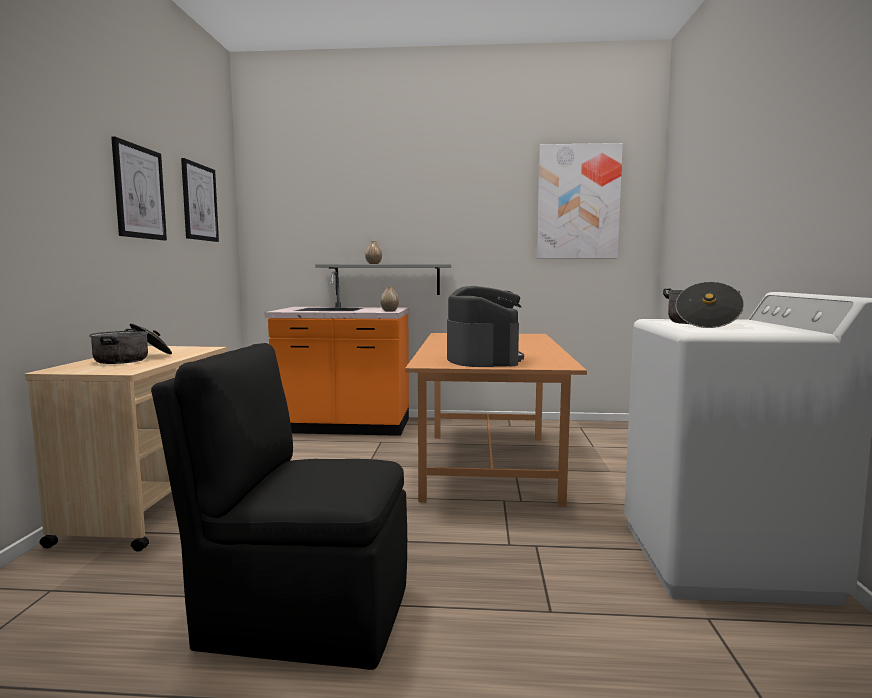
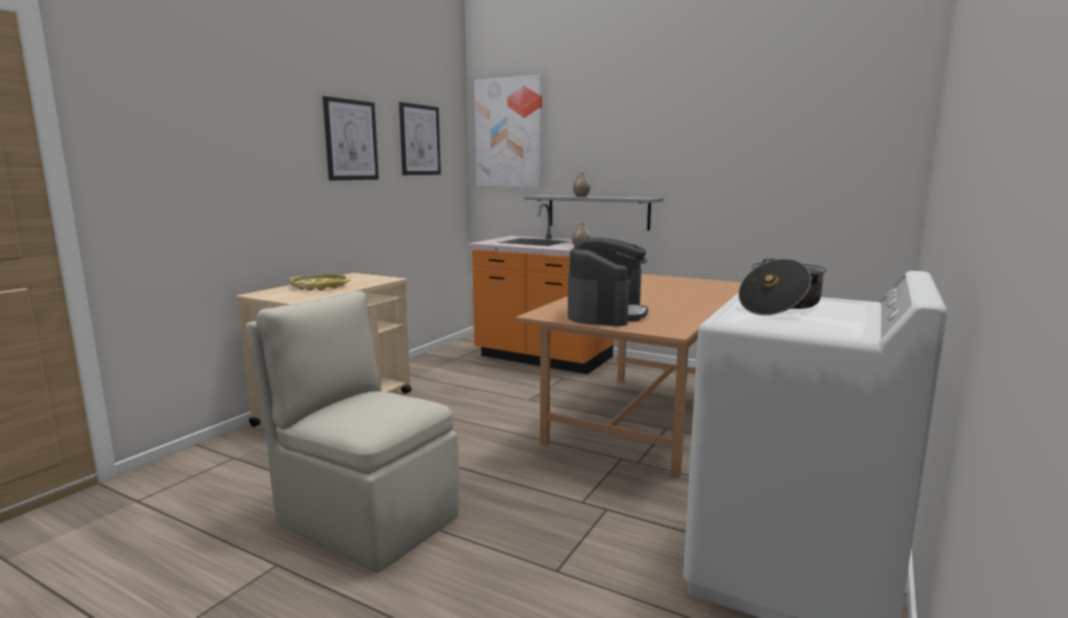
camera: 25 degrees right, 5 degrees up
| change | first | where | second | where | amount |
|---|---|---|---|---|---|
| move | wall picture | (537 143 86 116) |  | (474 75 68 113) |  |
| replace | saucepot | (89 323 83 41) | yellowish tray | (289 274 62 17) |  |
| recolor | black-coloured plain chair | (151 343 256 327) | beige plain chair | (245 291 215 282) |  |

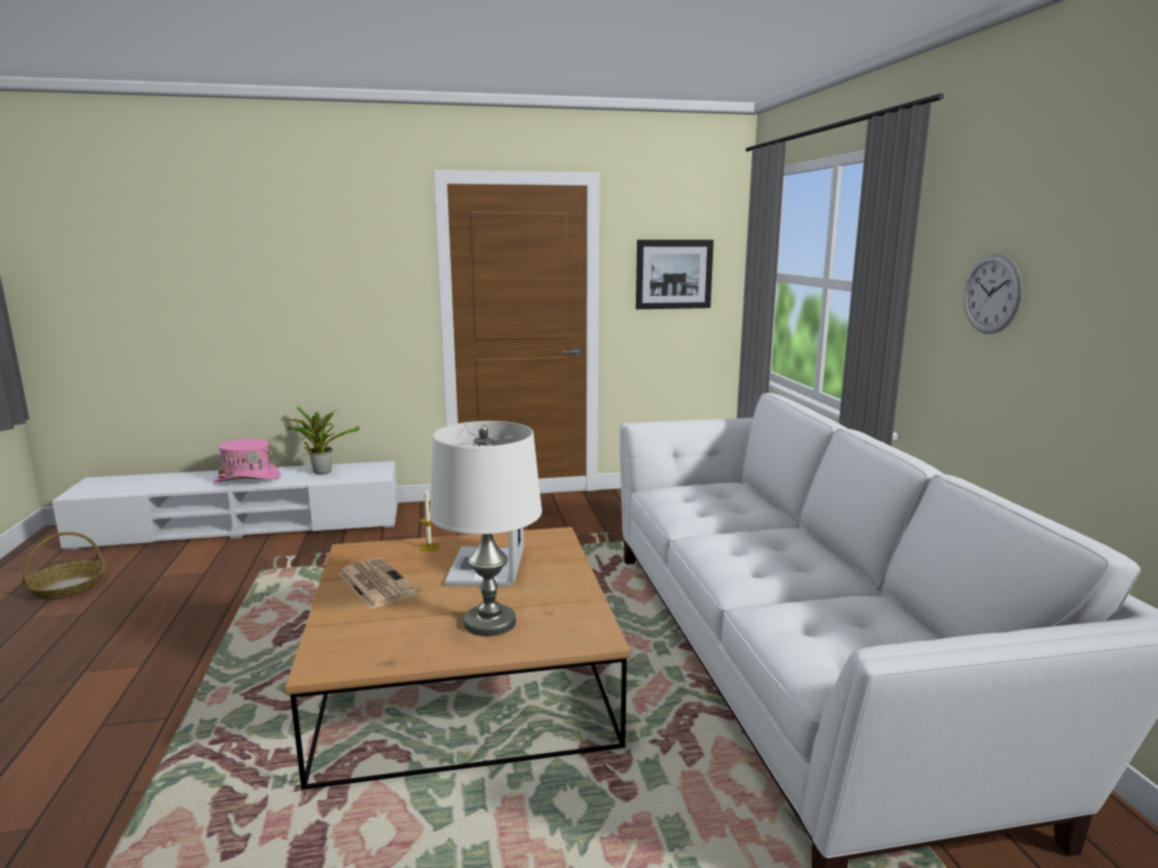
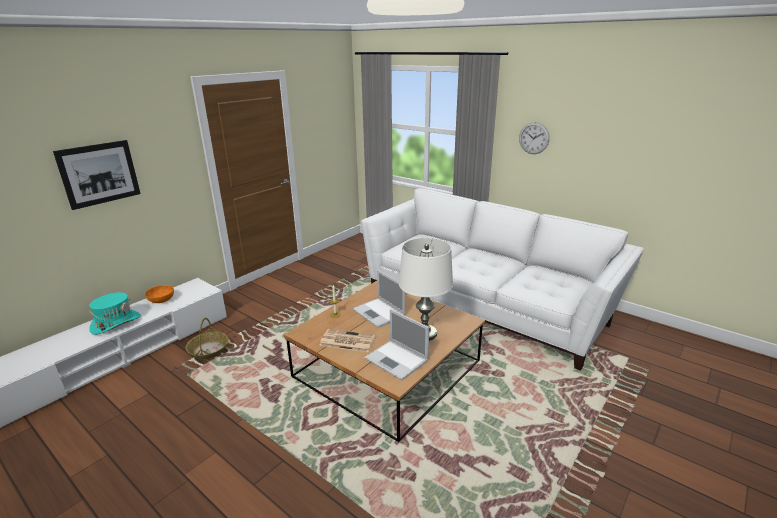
camera: 40 degrees left, 10 degrees up
| change | first | where | second | where | amount |
|---|---|---|---|---|---|
| move | wall picture | (636 240 78 69) |  | (53 140 88 70) |  |
| replace | potted plant | (286 407 74 68) | orange-coloured deep dish | (145 285 29 18) |  |
| recolor | pinkish hat | (214 439 67 43) | turquoise hat | (88 292 53 43) |  |
| move | basket | (23 532 82 68) |  | (186 318 43 41) |  |
| insert |  |  | laptop | (364 309 65 71) |  |

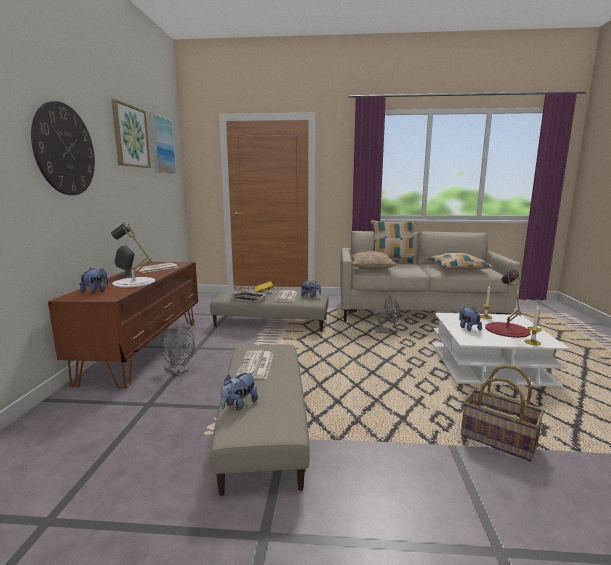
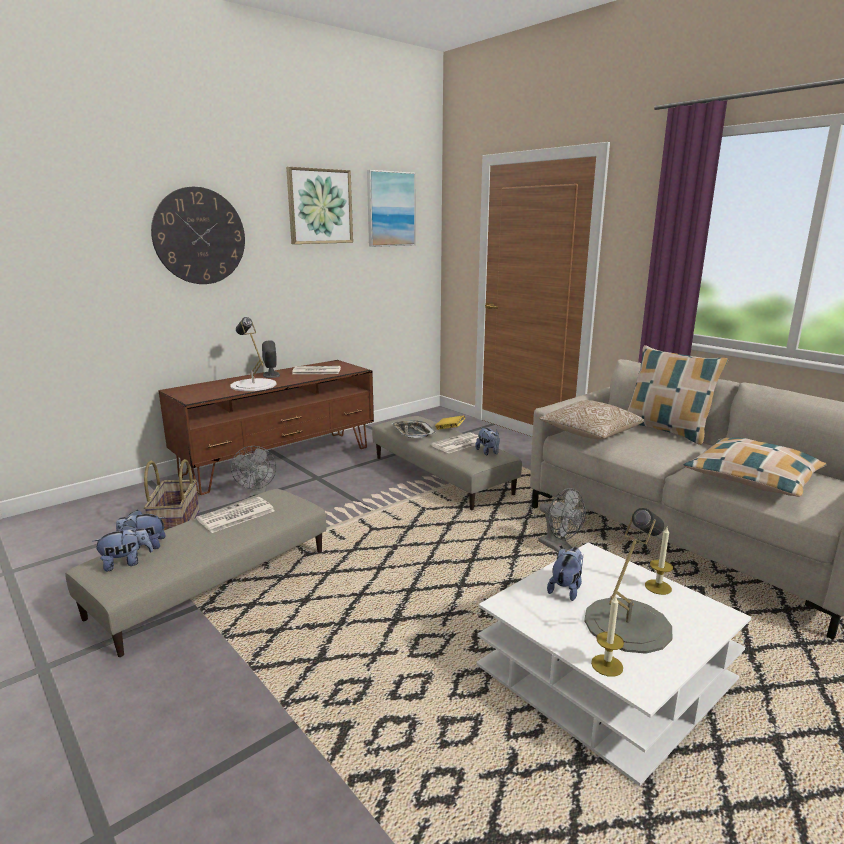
camera: 45 degrees right, 5 degrees up
| change | first | where | second | where | amount |
|---|---|---|---|---|---|
| move | cuddly toy | (80 268 28 25) |  | (92 525 61 47) |  |
| recolor | red table lamp | (485 269 45 69) | grey table lamp | (584 508 88 146) |  |
| move | basket | (461 365 83 97) |  | (144 459 55 71) |  |

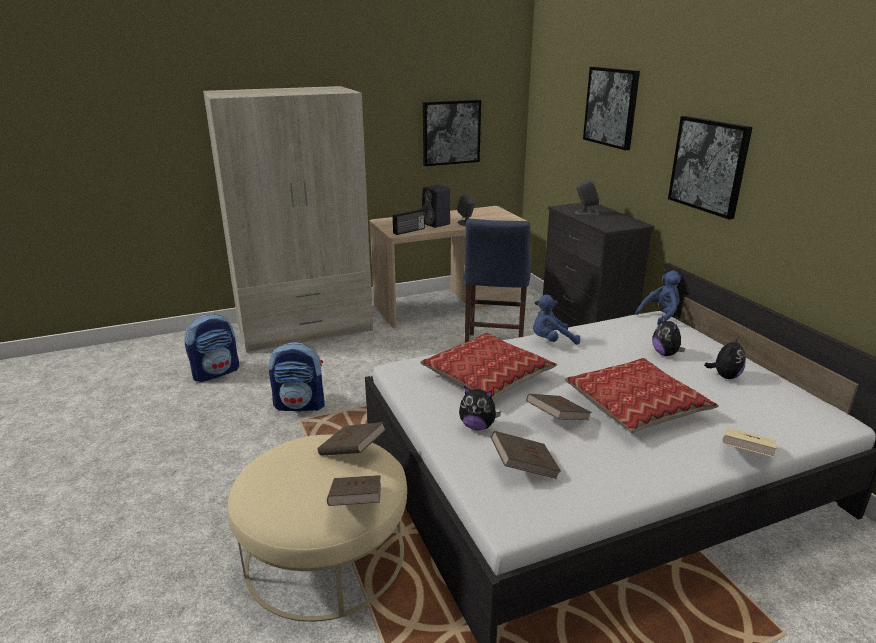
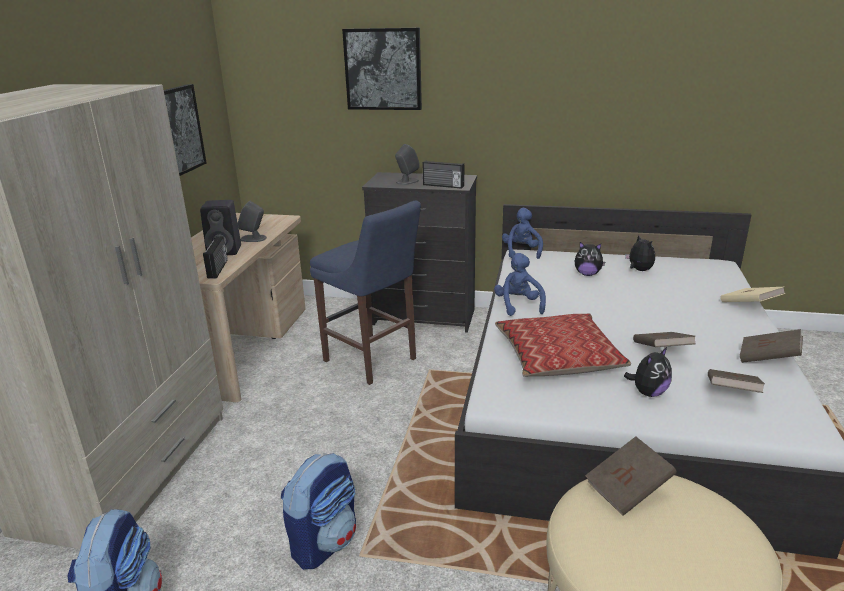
camera: 55 degrees left, 0 degrees up
| change | first | where | second | where | amount |
|---|---|---|---|---|---|
| delete | wall picture | (668 116 85 103) |  |  |  |
| rotate | blue cuddly toy | (533 295 47 50) |  | (494 253 52 63) | 150 degrees clockwise |
| delete | pillow | (565 358 154 75) |  |  |  |
| move | brownish volume | (327 475 54 31) |  | (740 329 63 34) |  |
| insert |  |  | radio set | (423 161 41 28) |  |

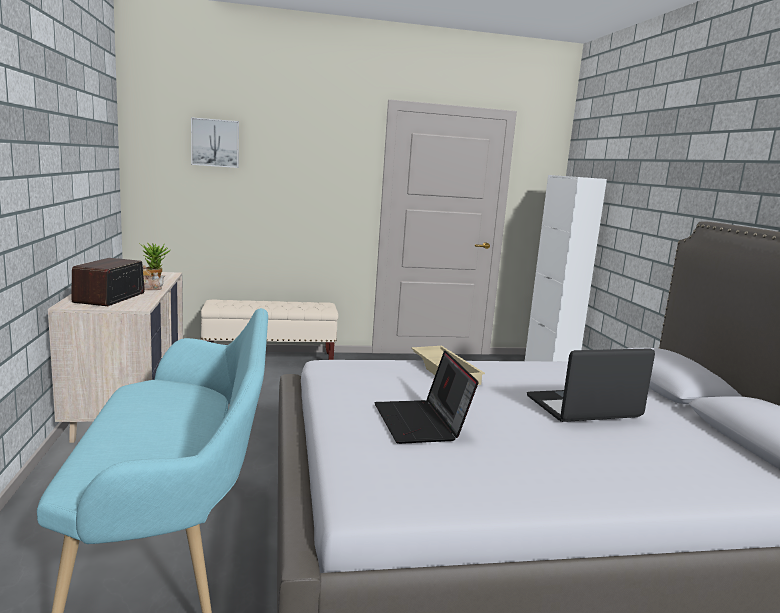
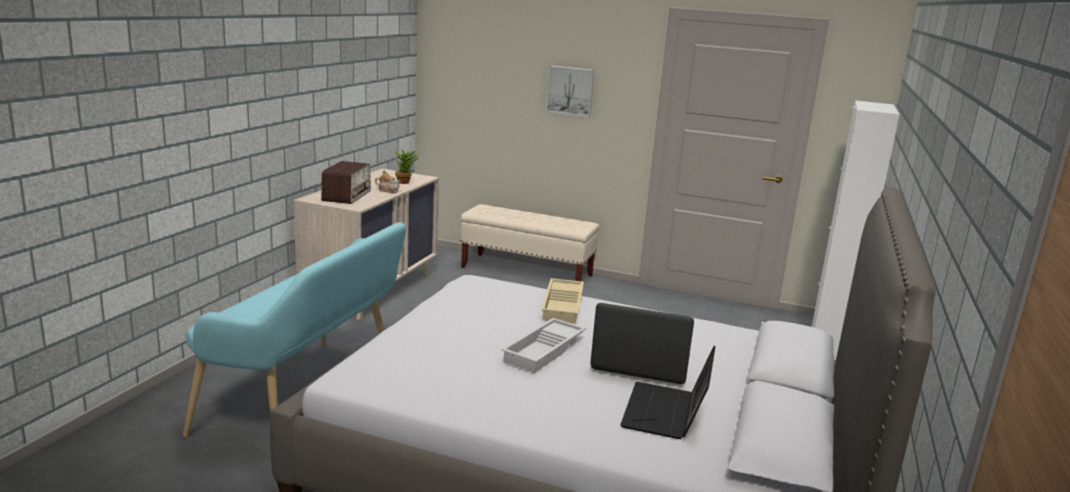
camera: 30 degrees right, 5 degrees up
| change | first | where | second | where | amount |
|---|---|---|---|---|---|
| move | wall picture | (191 117 48 51) |  | (546 66 48 51) |  |
| rotate | radio set | (71 258 74 48) |  | (321 161 50 43) | 150 degrees clockwise |
| move | laptop | (374 350 105 94) |  | (620 345 96 94) |  |
| insert |  |  | whitish tray | (501 318 85 55) |  |

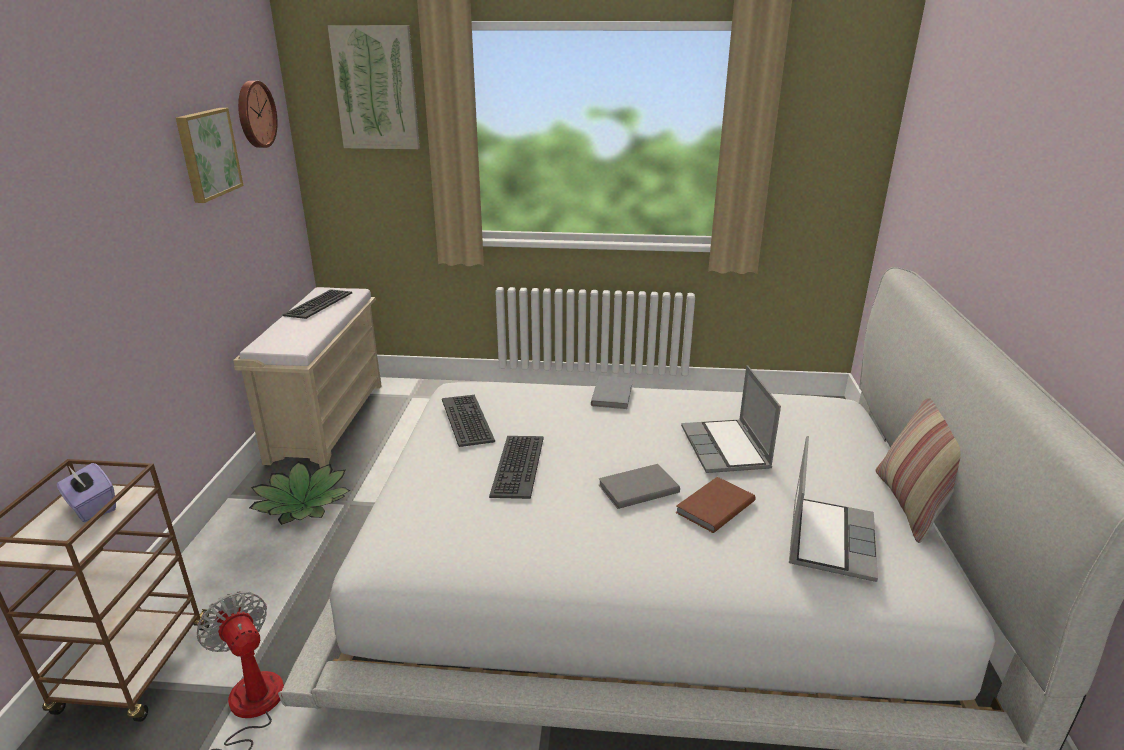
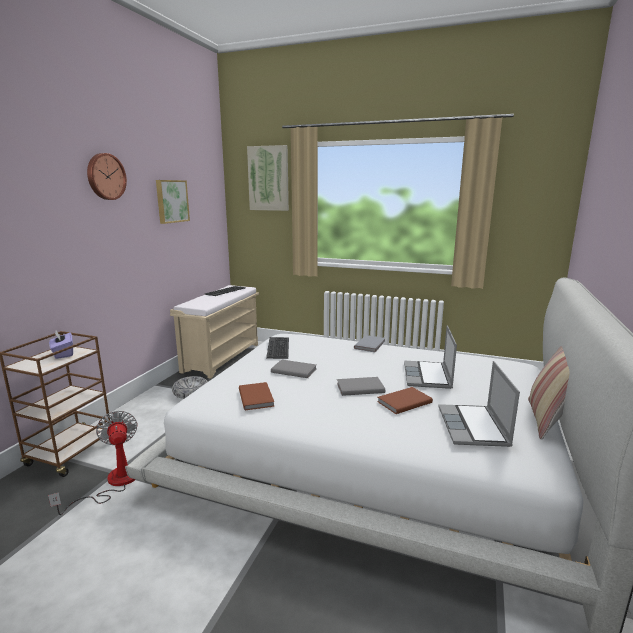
camera: 15 degrees right, 10 degrees down
| change | first | where | second | where | amount |
|---|---|---|---|---|---|
| move | hanging clock | (238 81 40 67) |  | (87 153 40 47) |  |
| replace | keyboard | (489 436 55 63) | grey volume | (271 359 46 19) |  |
| rotate | laptop | (789 436 89 146) |  | (438 361 82 86) | 150 degrees clockwise |
| replace | potted plant | (249 461 101 64) | deep dish | (172 376 36 23) |  |
| insert |  |  | brownish volume | (239 382 36 28) |  |

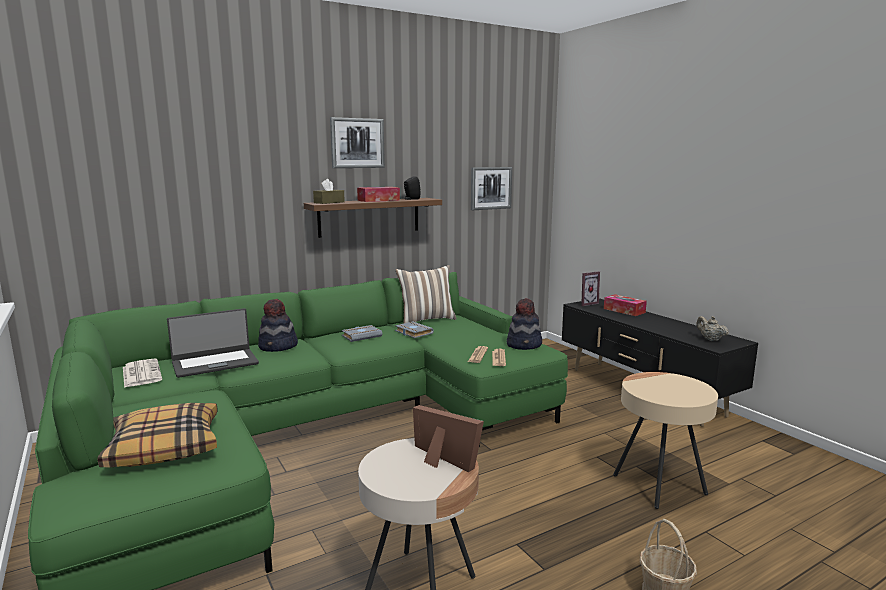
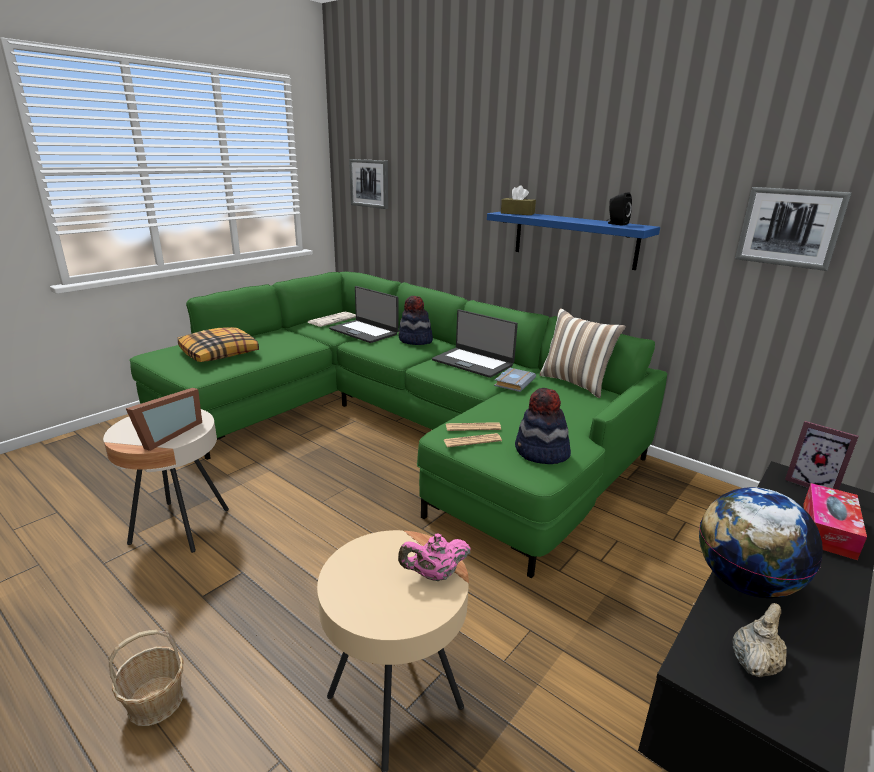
camera: 70 degrees right, 10 degrees up
| change | first | where | second | where | amount |
|---|---|---|---|---|---|
| move | wall picture | (330 117 55 51) |  | (349 159 39 50) |  |
| delete | tissue holder | (357 187 43 15) |  |  |  |
| recolor | brownish wall shelf | (304 198 138 40) | blue wall shelf | (487 212 173 58) |  |
| replace | grey volume | (342 325 40 17) | laptop | (432 309 86 69) |  |
| insert |  |  | world globe | (699 487 124 111) |  |
| insert |  |  | pinkish pot for tea | (398 533 73 48) |  |

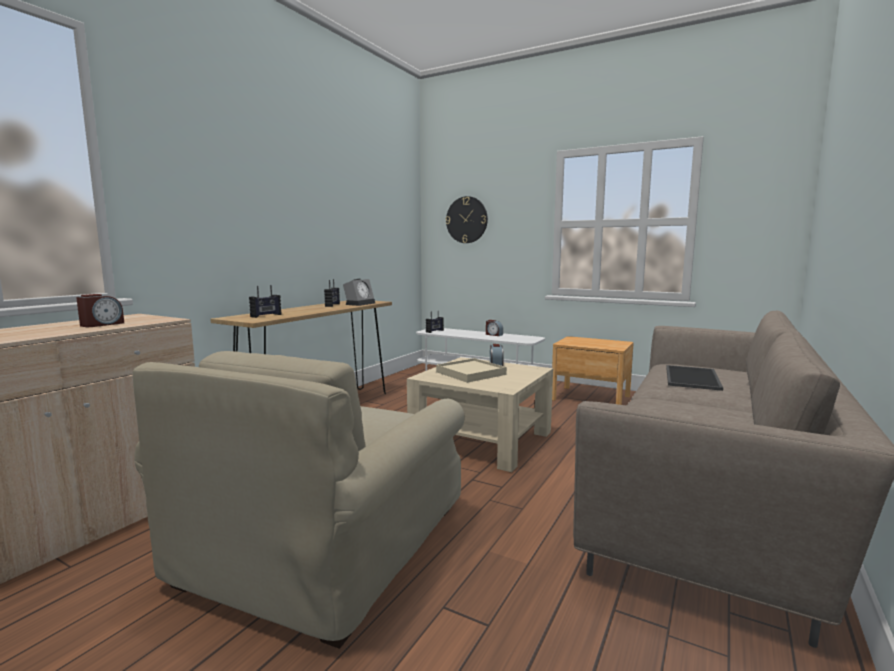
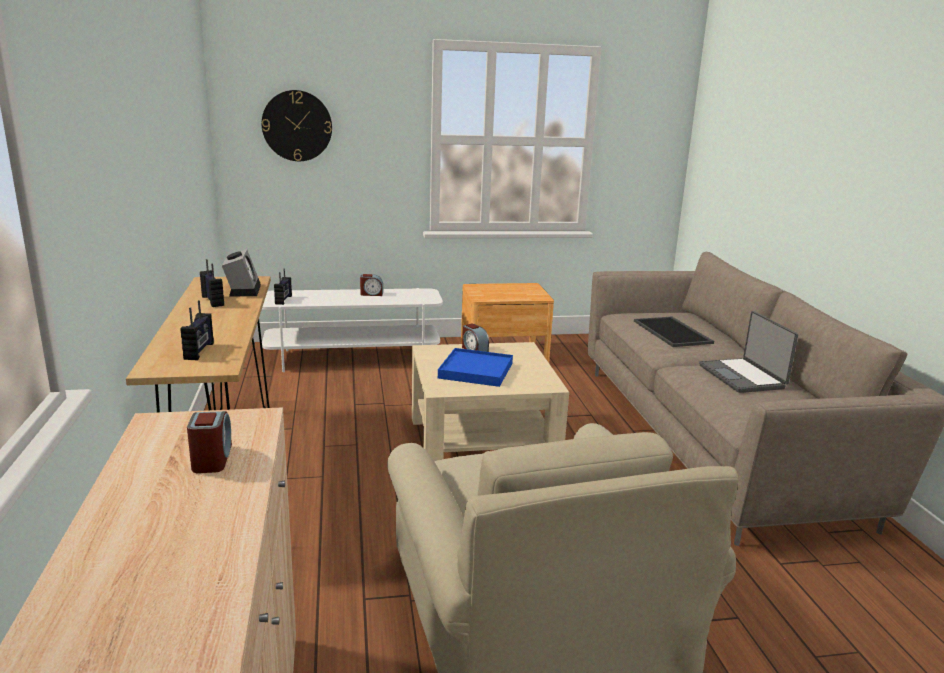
camera: 40 degrees left, 10 degrees up
| change | first | where | second | where | amount |
|---|---|---|---|---|---|
| recolor | beige tray | (436 358 71 25) | blue tray | (438 348 75 39) |  |
| insert |  |  | laptop | (699 311 99 82) |  |

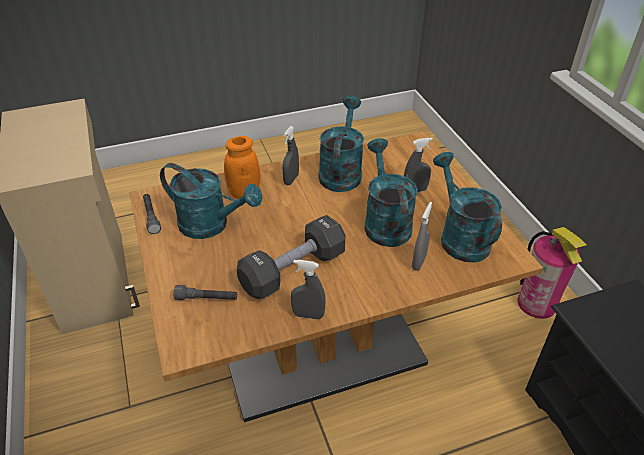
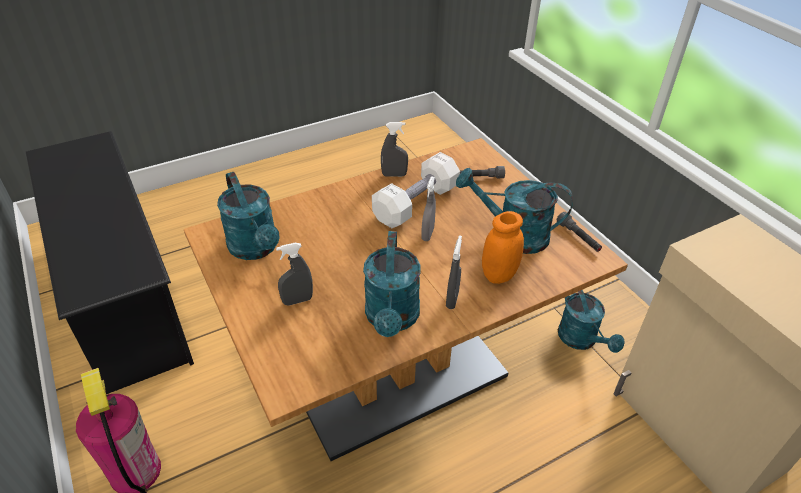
camera: 170 degrees right, 0 degrees up
| change | first | where | second | where | amount |
|---|---|---|---|---|---|
| move | turquoise watering pot | (364 138 54 109) |  | (558 290 67 63) |  |
| move | grey spray bottle | (412 202 20 69) |  | (421 176 15 65) |  |
| recolor | black-coloured free weight | (237 215 108 84) | whitish free weight | (372 152 88 76) |  |

